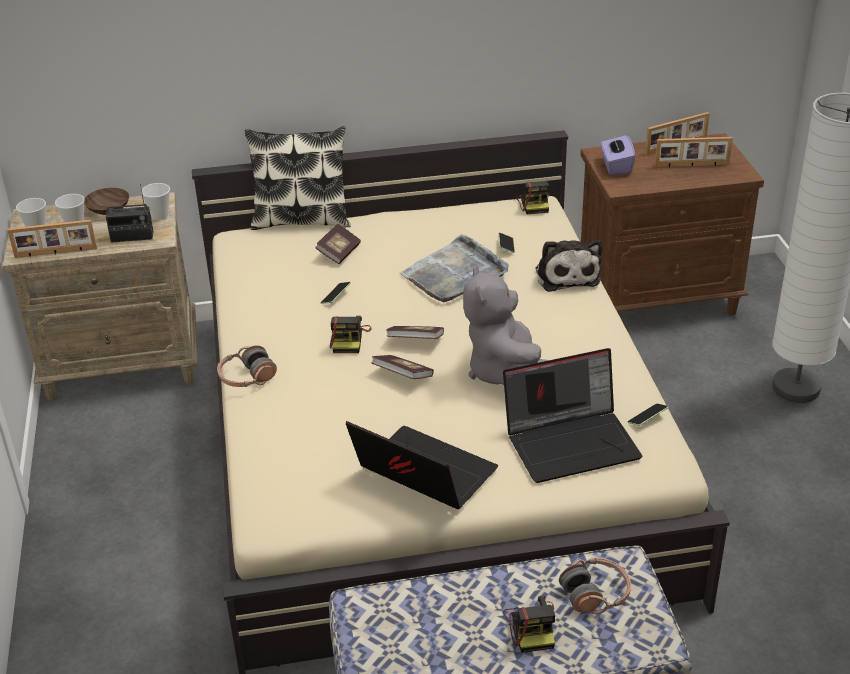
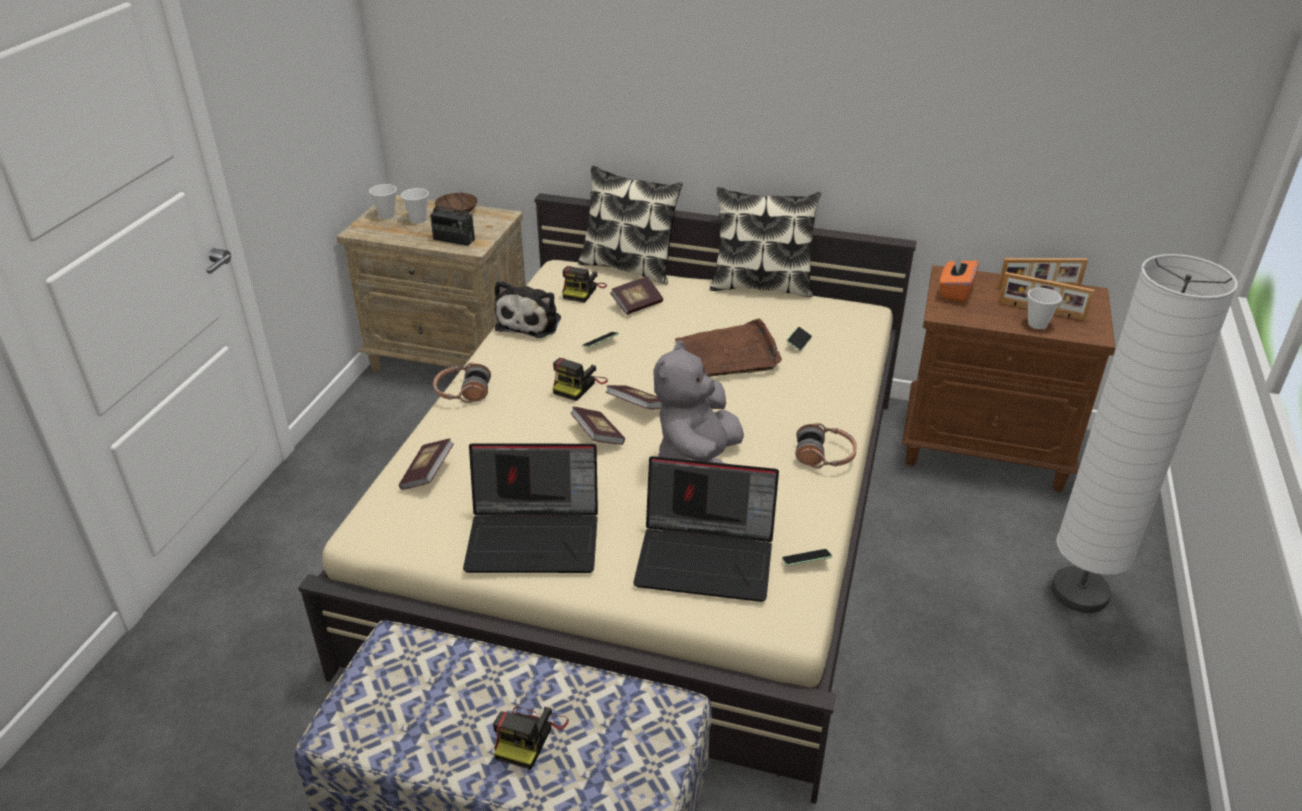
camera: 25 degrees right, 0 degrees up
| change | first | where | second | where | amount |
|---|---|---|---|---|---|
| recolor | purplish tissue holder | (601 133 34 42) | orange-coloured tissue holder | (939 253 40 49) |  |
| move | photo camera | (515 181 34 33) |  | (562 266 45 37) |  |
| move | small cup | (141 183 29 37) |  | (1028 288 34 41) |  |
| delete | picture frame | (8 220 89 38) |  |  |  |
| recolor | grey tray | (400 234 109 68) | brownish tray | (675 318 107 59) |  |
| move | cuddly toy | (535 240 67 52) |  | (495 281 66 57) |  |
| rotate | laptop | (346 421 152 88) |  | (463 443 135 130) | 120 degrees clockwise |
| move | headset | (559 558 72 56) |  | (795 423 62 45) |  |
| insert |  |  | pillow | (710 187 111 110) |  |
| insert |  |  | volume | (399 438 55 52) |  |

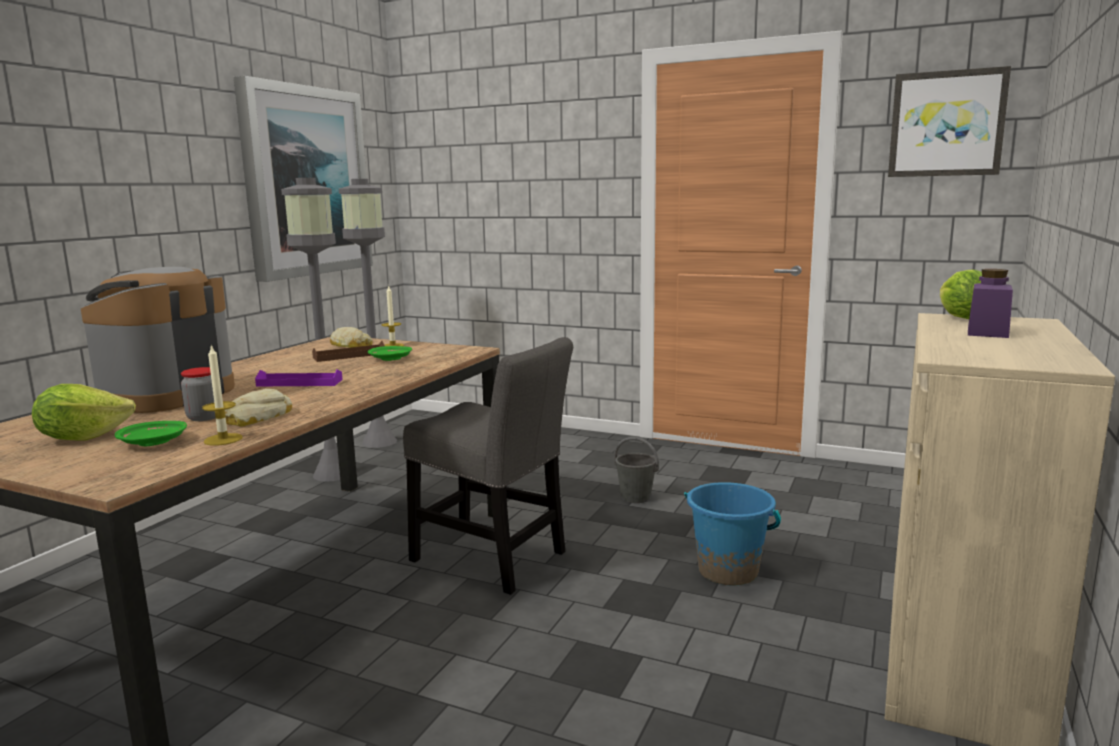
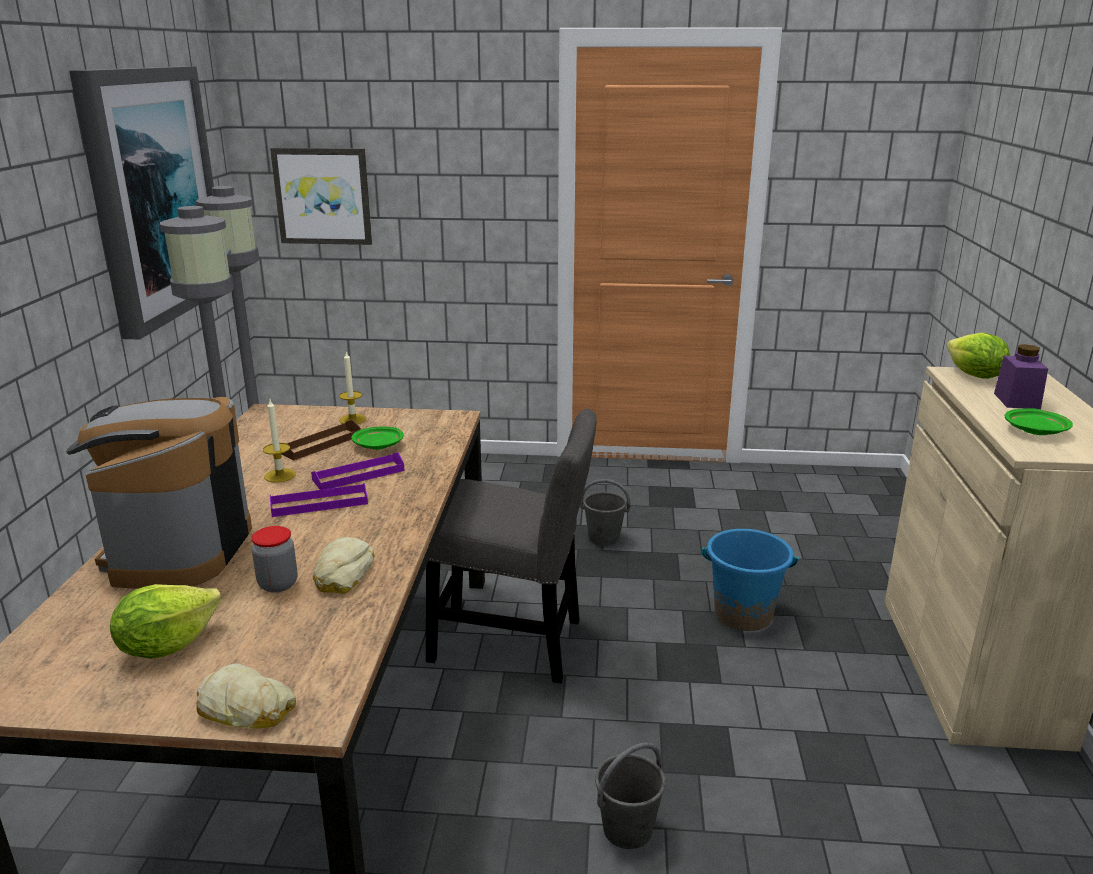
camera: 20 degrees left, 10 degrees up
| change | first | where | second | where | amount |
|---|---|---|---|---|---|
| move | wall picture | (888 66 123 111) |  | (270 148 102 97) |  |
| move | bread | (330 327 43 21) |  | (196 664 100 65) |  |
| move | wax light | (202 344 41 102) |  | (263 400 33 83) |  |
| move | greenish flat dish | (115 421 72 25) |  | (1005 409 68 26) |  |
| insert |  |  | purplish tray | (311 452 93 38) |  |
| insert |  |  | grey pail | (595 742 71 107) |  |

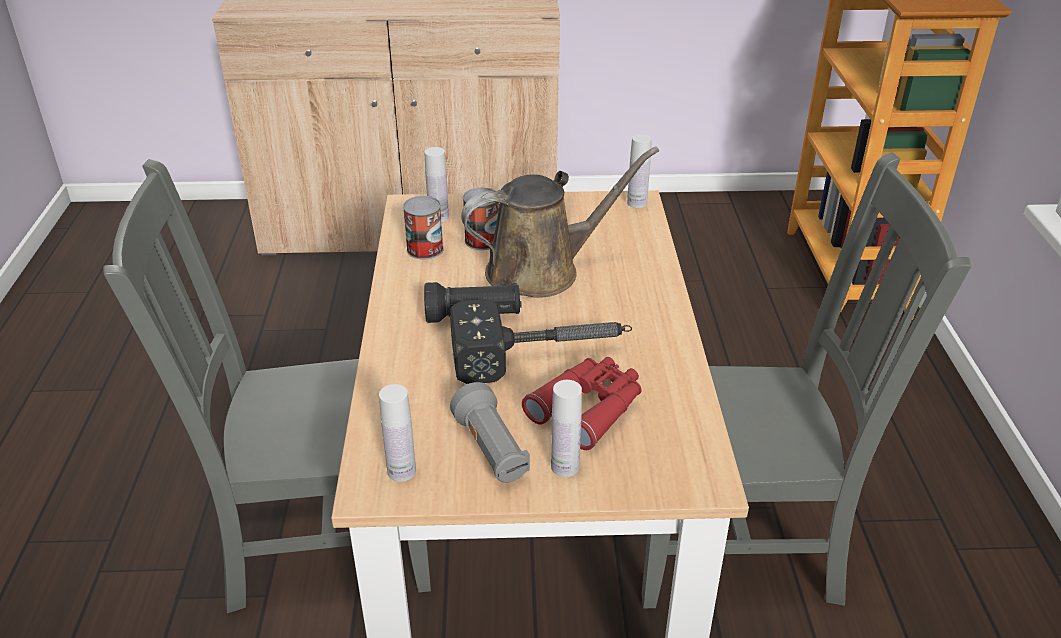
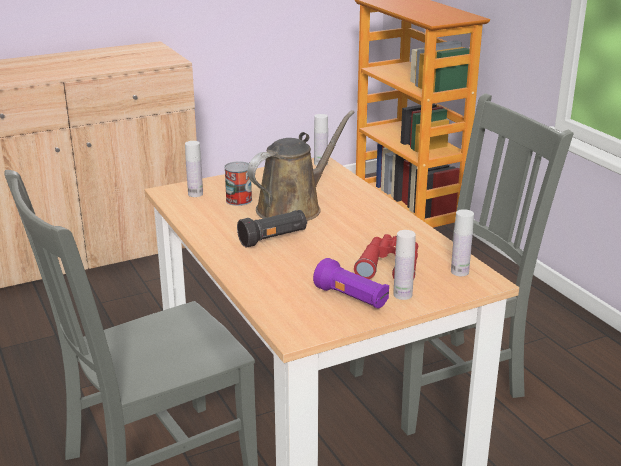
camera: 25 degrees left, 10 degrees down
| change | first | where | second | where | amount |
|---|---|---|---|---|---|
| delete | can | (403 196 41 64) |  |  |  |
| delete | tool hammer | (450 299 182 85) |  |  |  |
| recolor | grey flashlight | (450 382 80 101) | purplish flashlight | (313 258 76 50) |  |
| move | whitish drink bottle | (379 384 37 98) |  | (451 209 23 67) |  |

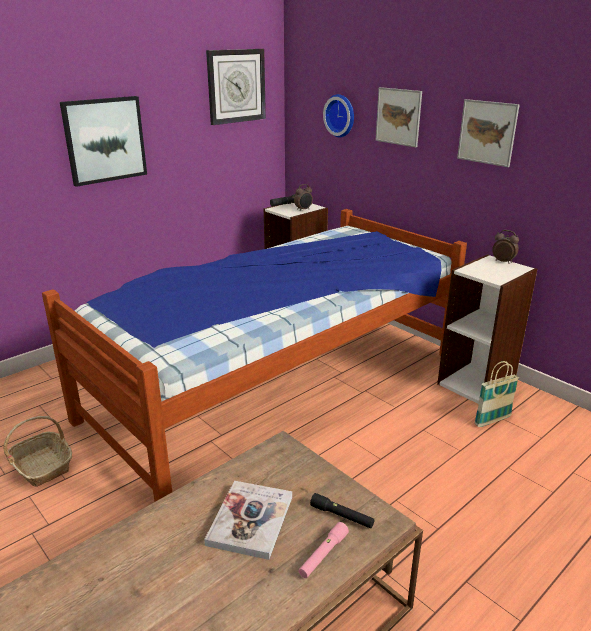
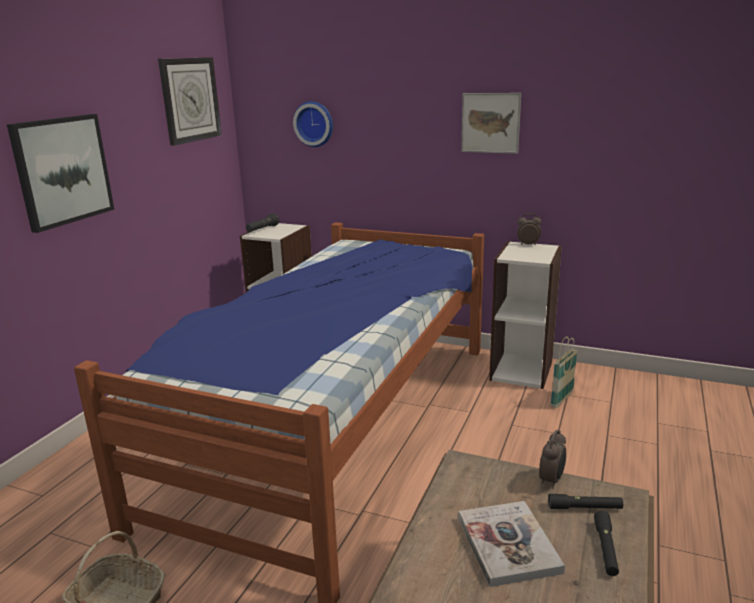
camera: 25 degrees left, 5 degrees down
| change | first | where | second | where | amount |
|---|---|---|---|---|---|
| delete | wall picture | (376 87 46 60) |  |  |  |
| move | alarm clock | (294 184 19 26) |  | (539 430 27 59) |  |
| recolor | pinkish flashlight | (299 522 50 56) | black-coloured flashlight | (594 511 25 65) |  |

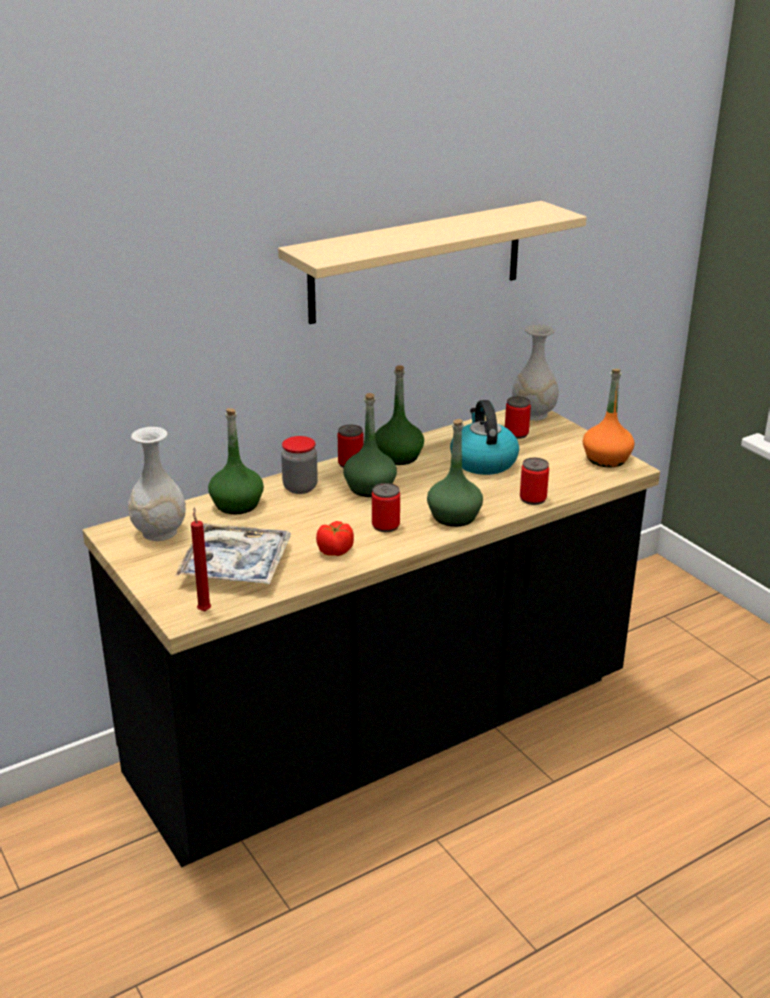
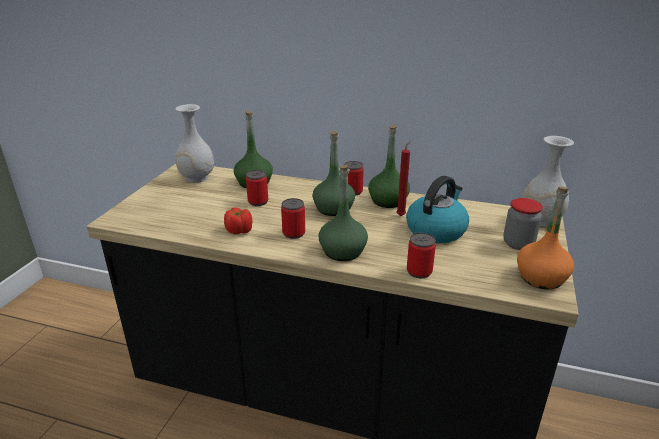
camera: 50 degrees right, 0 degrees up
| change | first | where | second | where | amount |
|---|---|---|---|---|---|
| delete | beige wall shelf | (278 201 309 123) |  |  |  |
| move | can | (505 396 26 43) |  | (246 170 22 36) |  |
| move | preserve jar | (281 436 37 58) |  | (503 198 40 52) |  |
| move | red wax light | (191 507 20 105) |  | (396 141 14 75) |  |
| delete | tray | (175 523 116 61) |  |  |  |

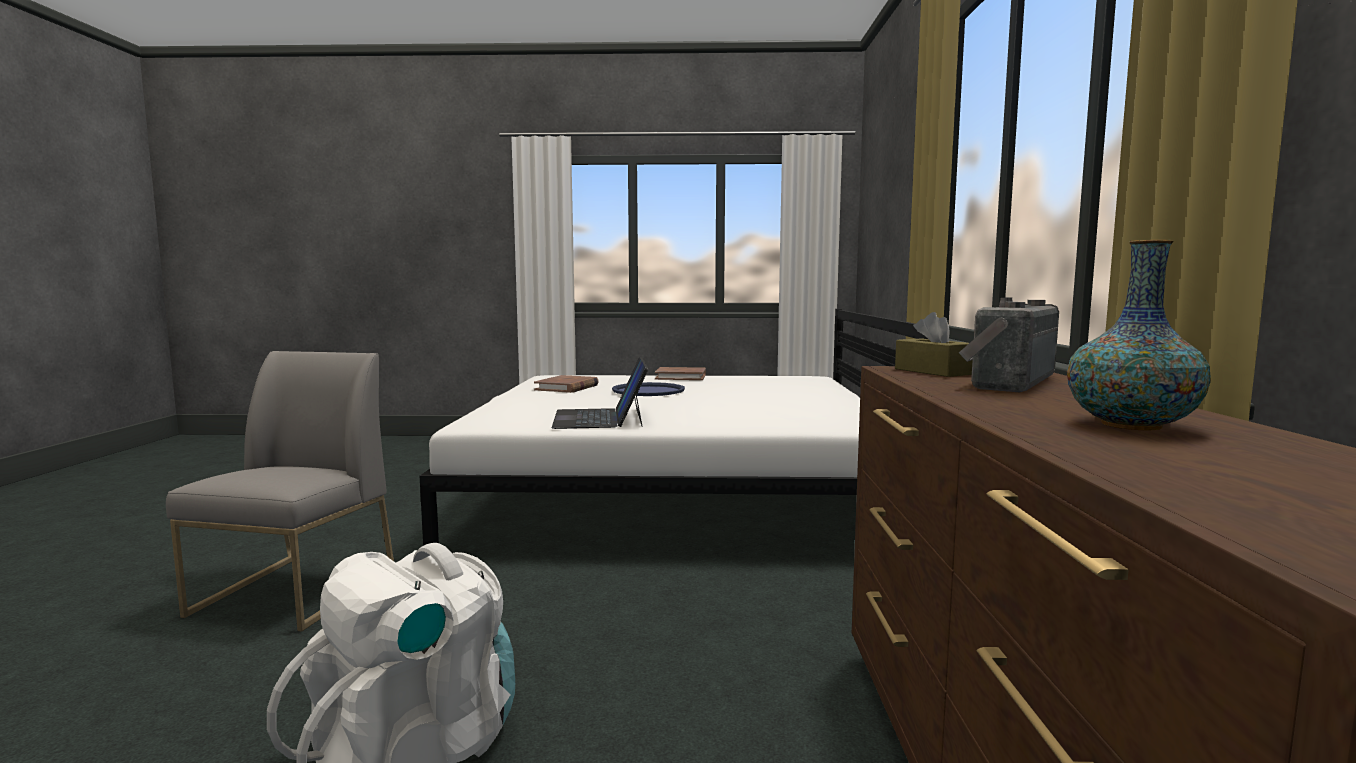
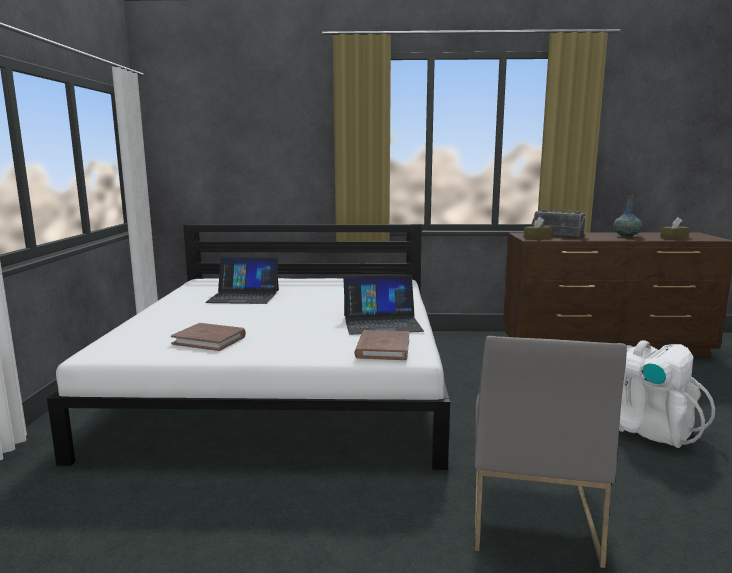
camera: 90 degrees left, 5 degrees up
| change | first | where | second | where | amount |
|---|---|---|---|---|---|
| rotate | grey plain chair | (166 351 228 280) |  | (475 336 152 232) | 90 degrees counterclockwise |
| move | brownish volume | (655 367 51 13) |  | (354 330 55 30) |  |
| delete | blue tray | (612 382 73 14) |  |  |  |
| insert |  |  | brownish tissue holder | (660 217 30 23) |  |
| insert |  |  | laptop | (205 256 74 48) |  |

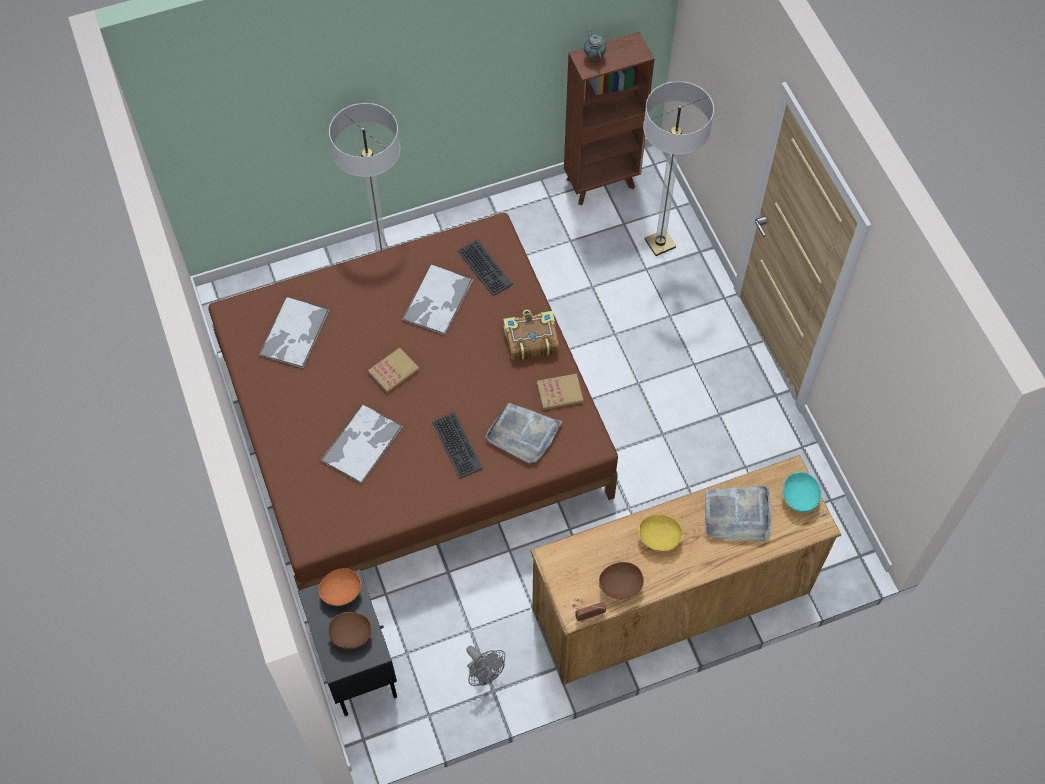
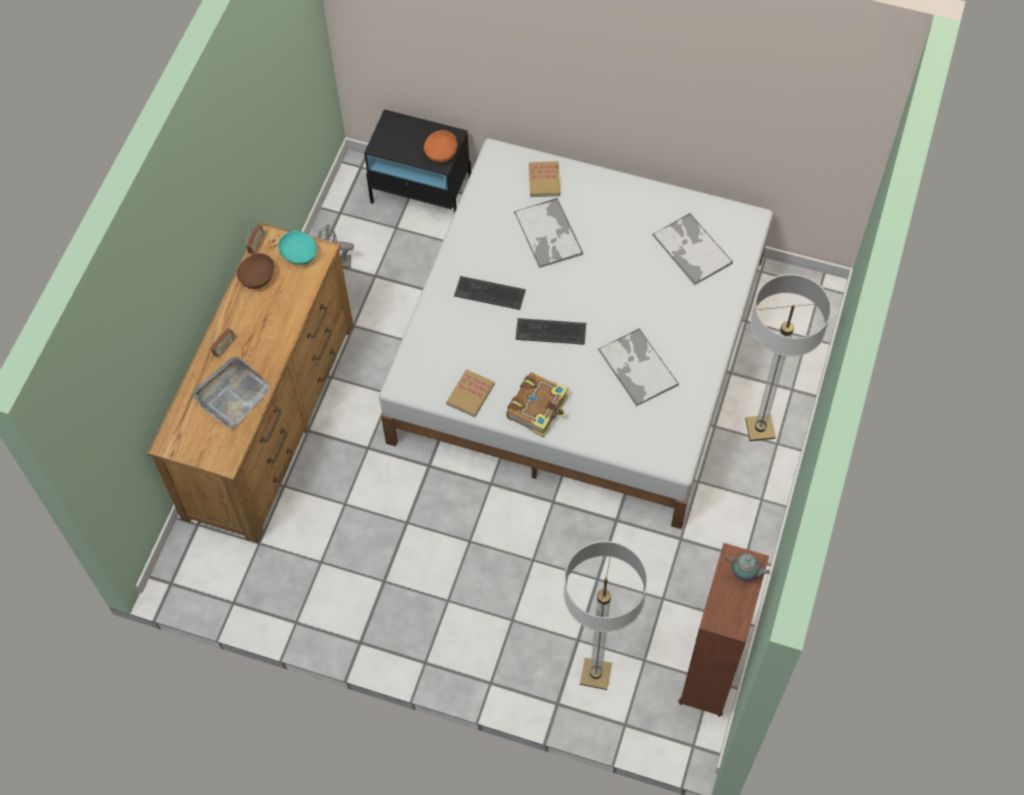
camera: 130 degrees right, 0 degrees up
| change | first | where | second | where | amount |
|---|---|---|---|---|---|
| recolor | brownish bedroom bed | (208 213 410 378) | whitish bedroom bed | (379 138 394 391) |  |
| move | keyboard | (458 239 55 57) |  | (515 318 71 27) |  |
| move | volume | (368 348 51 45) |  | (529 161 31 36) |  |
| delete | grey tray | (485 403 77 60) |  |  |  |
| move | turquoise deep dish | (783 472 38 40) |  | (278 231 39 34) |  |
| delete | yellowish deep dish | (638 515 44 36) |  |  |  |
| delete | brownish deep dish | (328 612 44 37) |  |  |  |
| insert |  |  | radio set | (211 328 24 29) |  |

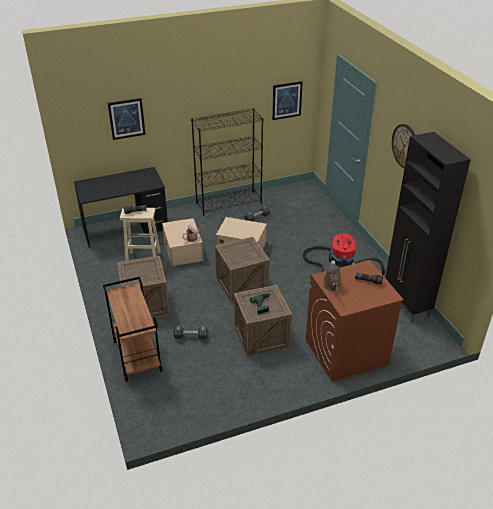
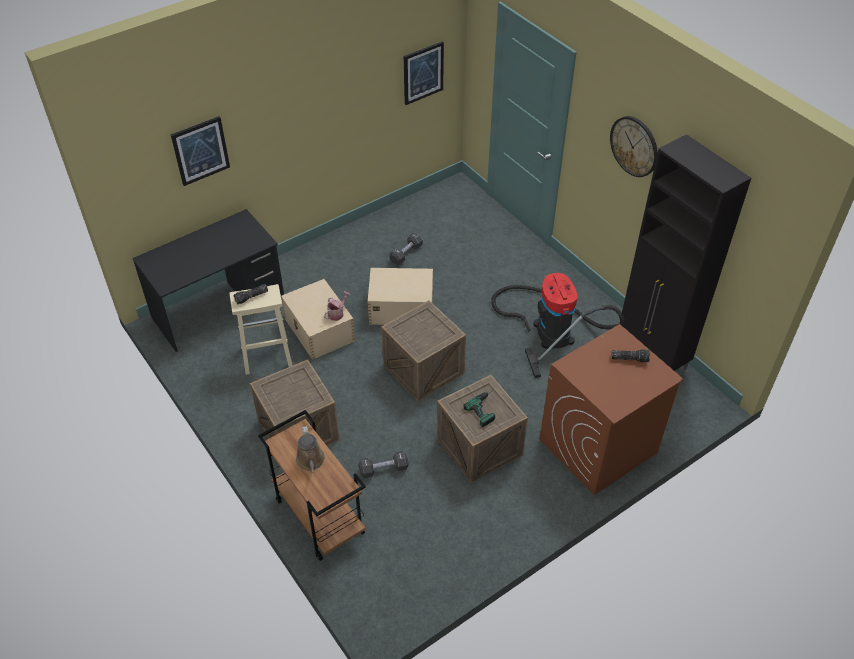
camera: 15 degrees left, 10 degrees up
| change | first | where | second | where | amount |
|---|---|---|---|---|---|
| delete | black-coloured shelving unit | (191 108 72 108) |  |  |  |
| move | brownish watering pot | (322 261 21 31) |  | (296 426 29 47) |  |

